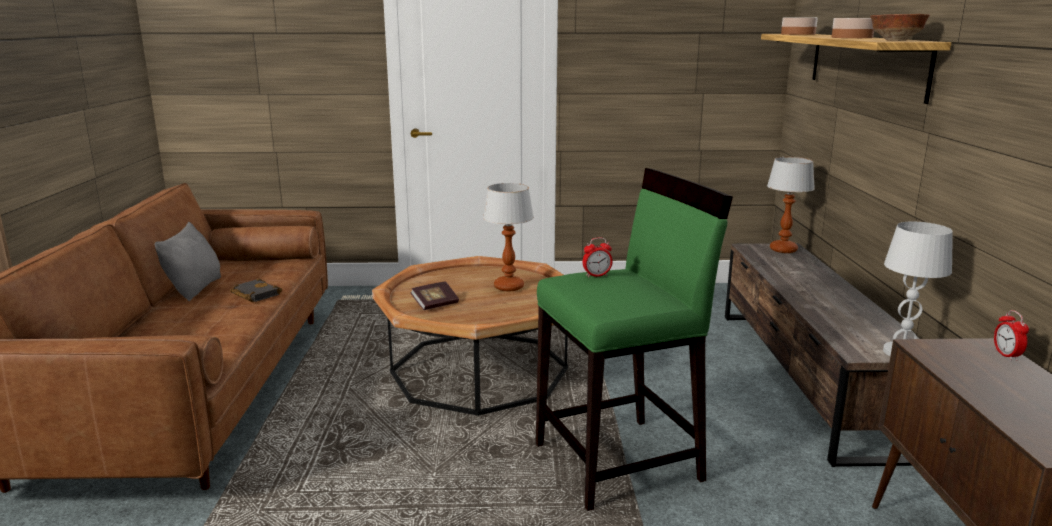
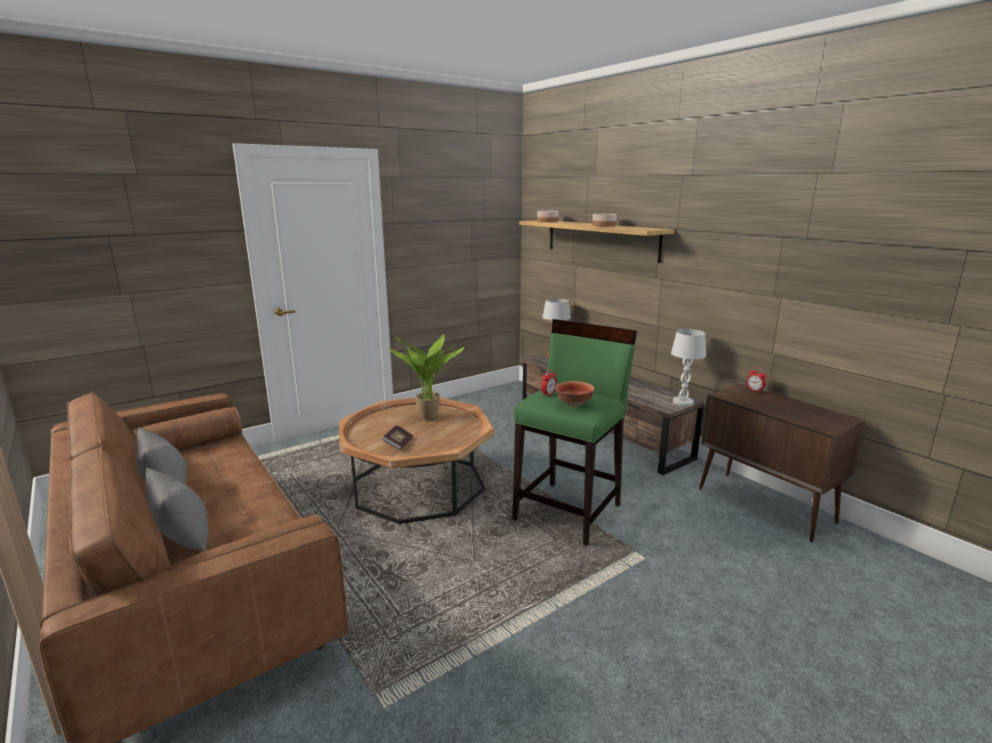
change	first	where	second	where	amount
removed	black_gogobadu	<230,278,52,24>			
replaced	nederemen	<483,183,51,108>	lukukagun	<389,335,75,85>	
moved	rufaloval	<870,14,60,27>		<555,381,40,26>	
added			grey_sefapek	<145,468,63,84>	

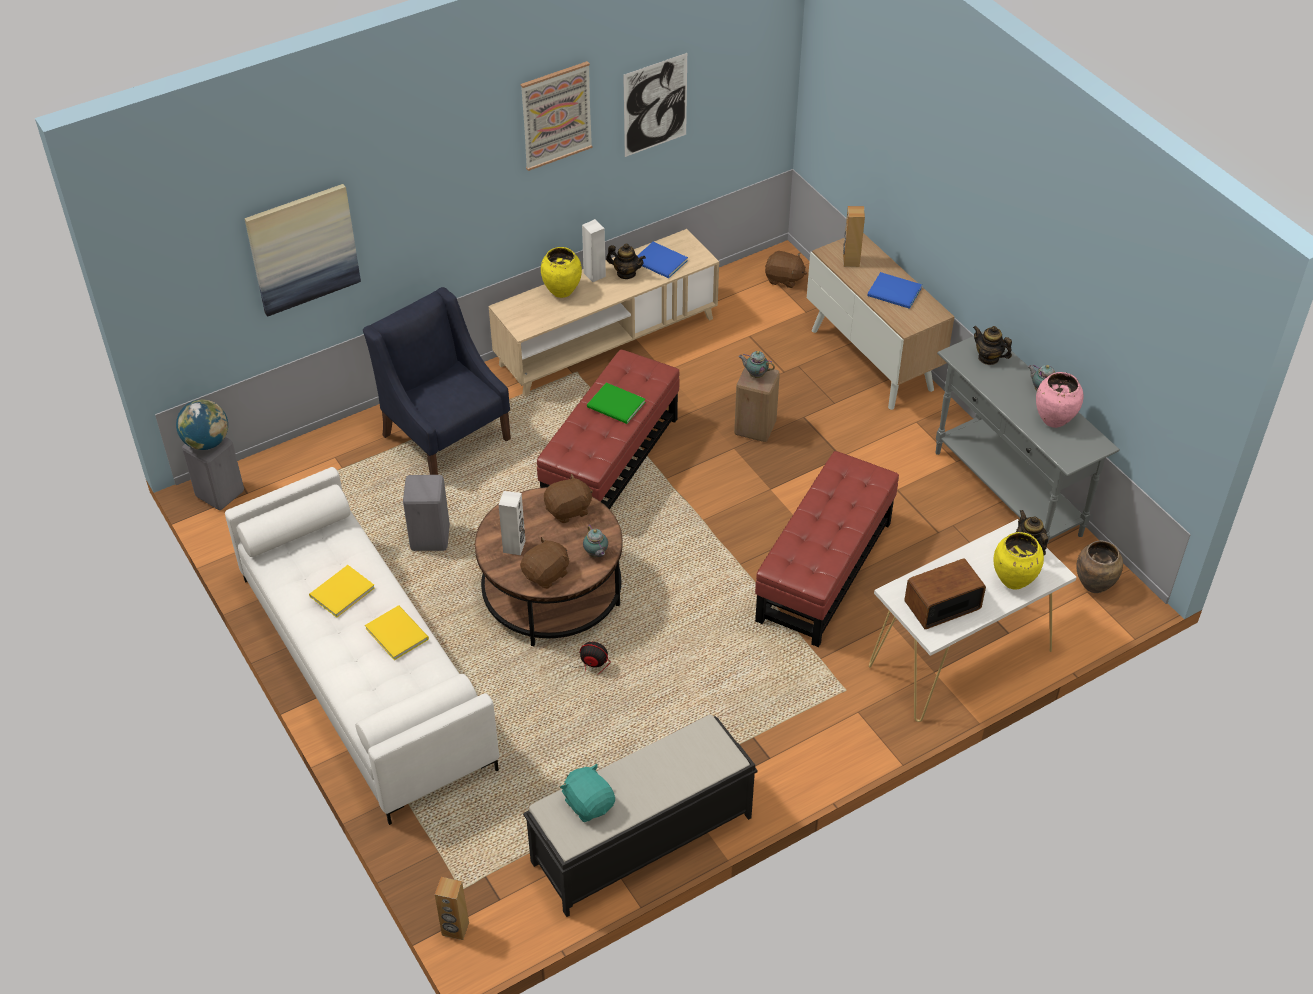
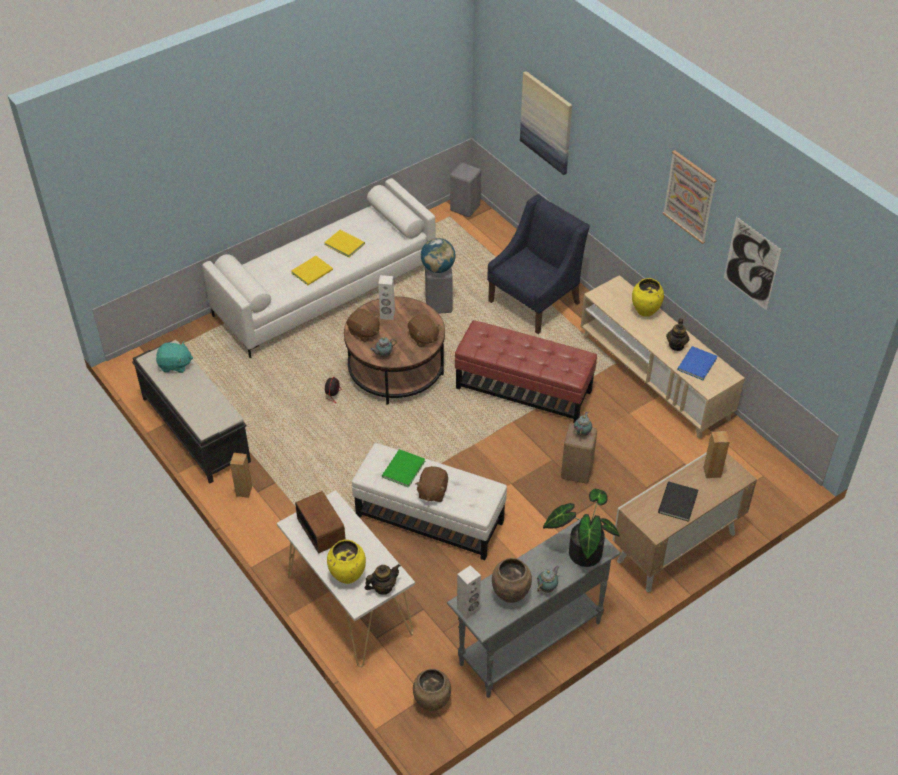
change	first	where	second	where	amount
moved	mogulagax	<176,399,52,51>		<421,238,34,35>	
moved	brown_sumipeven	<435,877,34,63>		<230,453,22,45>	
turned	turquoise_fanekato	<560,764,55,58>		<156,341,37,32>	45 degrees clockwise
moved	white_sumipeven	<582,219,24,63>		<457,565,24,54>	
moved	green_gogobadu	<587,383,58,41>		<382,449,43,39>	
recoloured	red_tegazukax	<755,451,144,196>	white_tegazukax	<352,443,155,117>	
moved	brown_fanekato	<765,251,42,37>		<415,466,33,36>	
recoloured	blue_gogobadu	<867,272,55,37>	black_gogobadu	<658,482,40,40>	
replaced	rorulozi	<973,326,39,39>	lukukagun	<543,489,77,78>	
recoloured	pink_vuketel	<1036,372,47,56>	brown_vuketel	<492,558,40,45>	

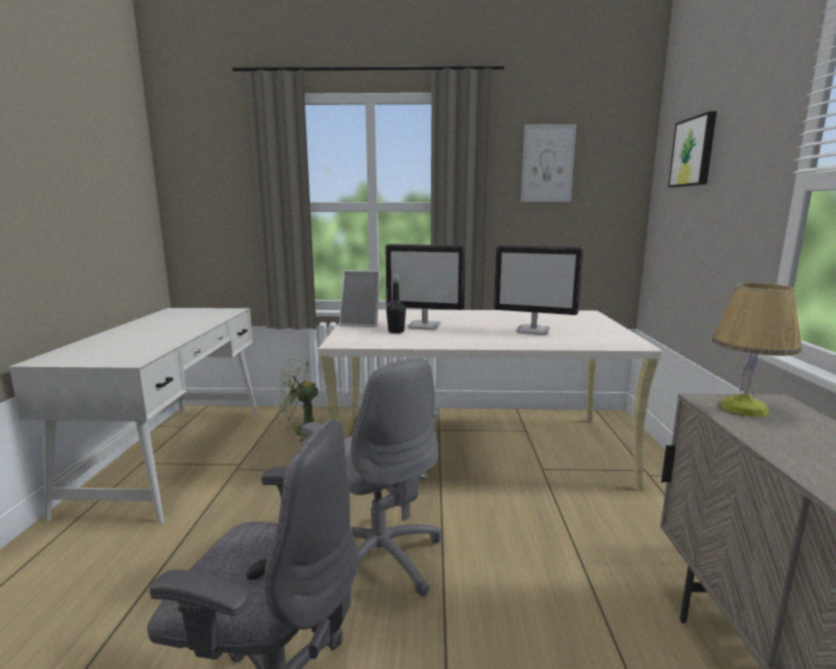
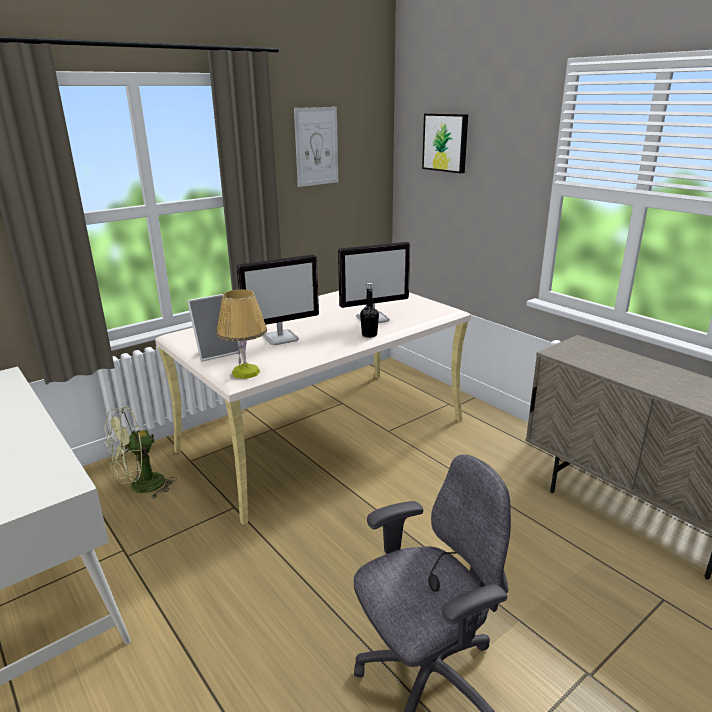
change	first	where	second	where	amount
removed	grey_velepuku	<301,357,140,239>			
moved	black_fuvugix	<386,275,20,58>		<360,283,19,55>	
moved	nederemen	<712,283,90,134>		<217,289,50,90>	

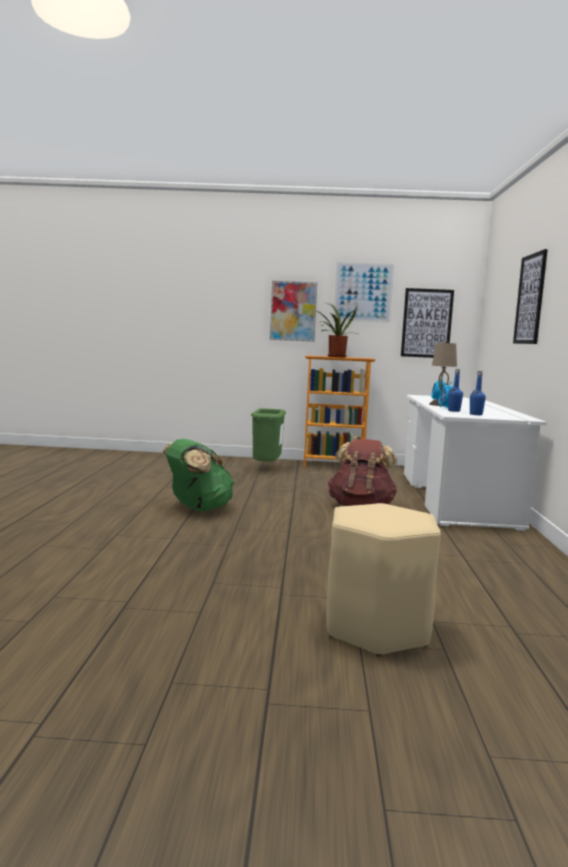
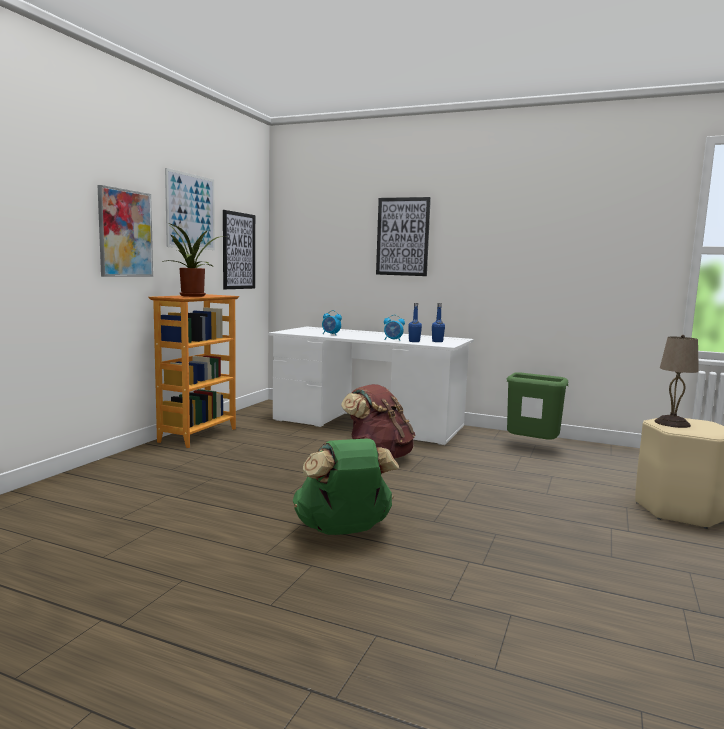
change	first	where	second	where	amount
moved	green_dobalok	<251,408,35,54>		<506,372,63,68>	
moved	beige_nederemen	<429,341,28,65>		<655,335,44,93>	

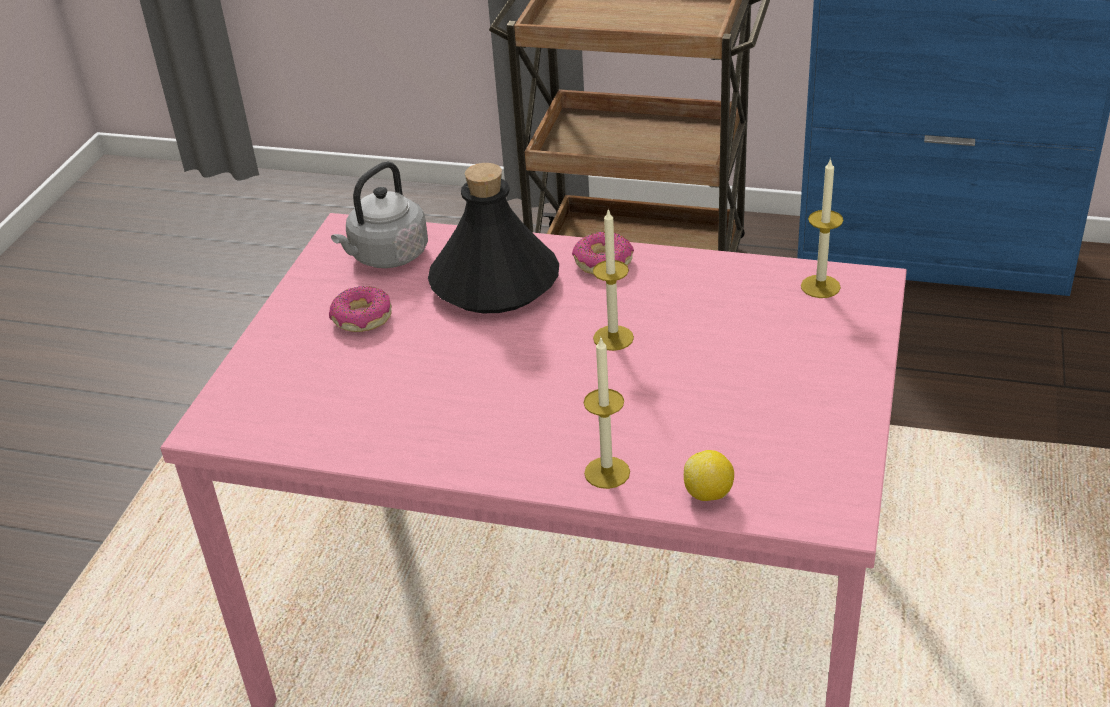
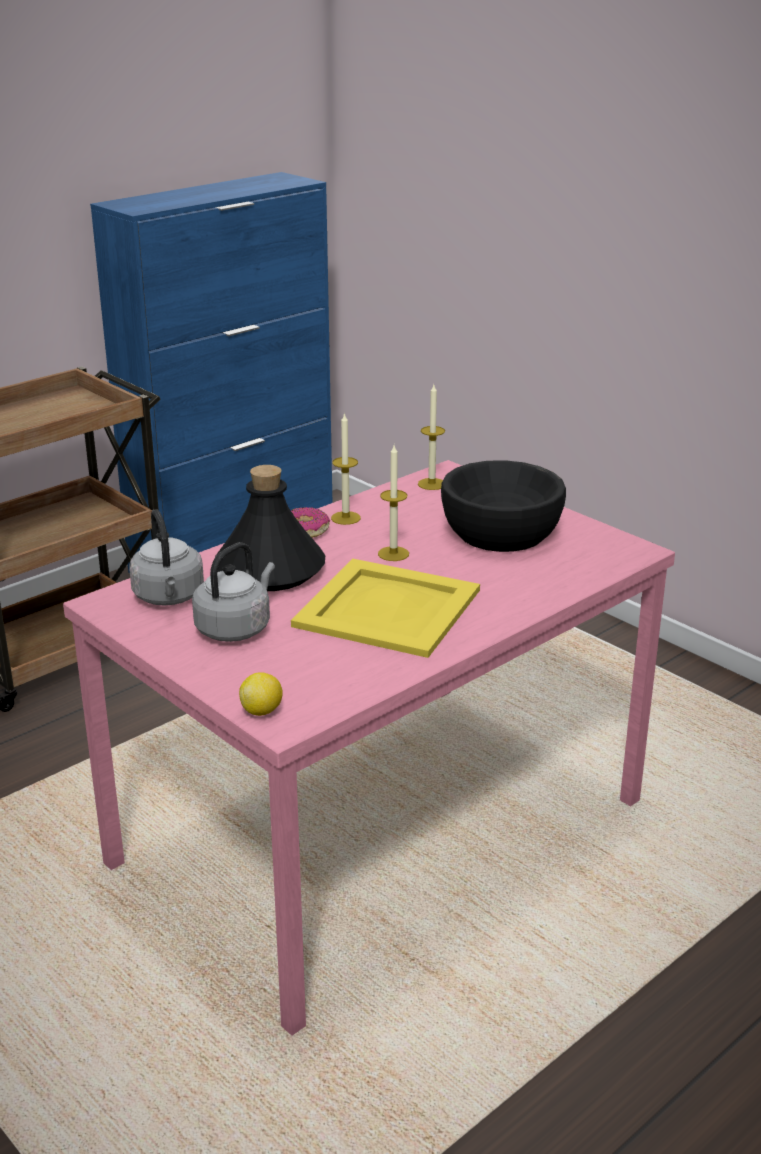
change	first	where	second	where	amount
replaced	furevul	<329,286,63,46>	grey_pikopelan	<192,542,83,100>	
moved	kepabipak	<584,336,46,153>		<331,413,30,112>	
moved	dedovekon	<684,450,50,51>		<239,672,44,44>	
added			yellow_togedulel	<291,558,189,100>	
added			black_rufaloval	<441,460,125,92>	

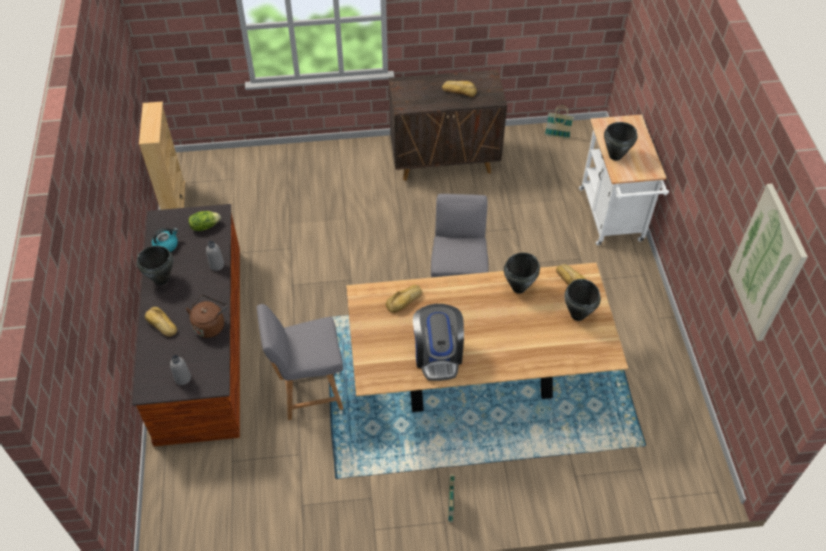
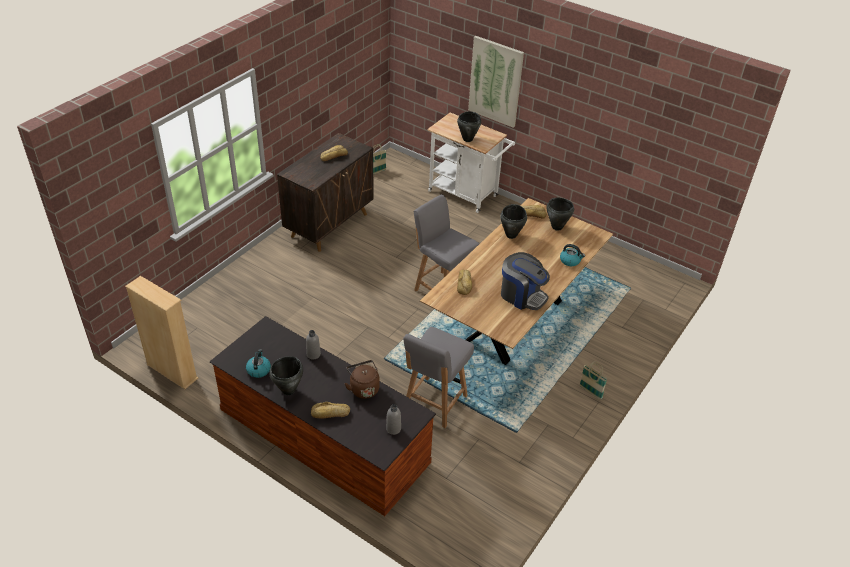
change	first	where	second	where	amount
removed	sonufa	<189,211,32,20>			
moved	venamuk	<728,184,80,157>		<468,36,56,92>	
added			pikopelan	<560,244,25,22>	

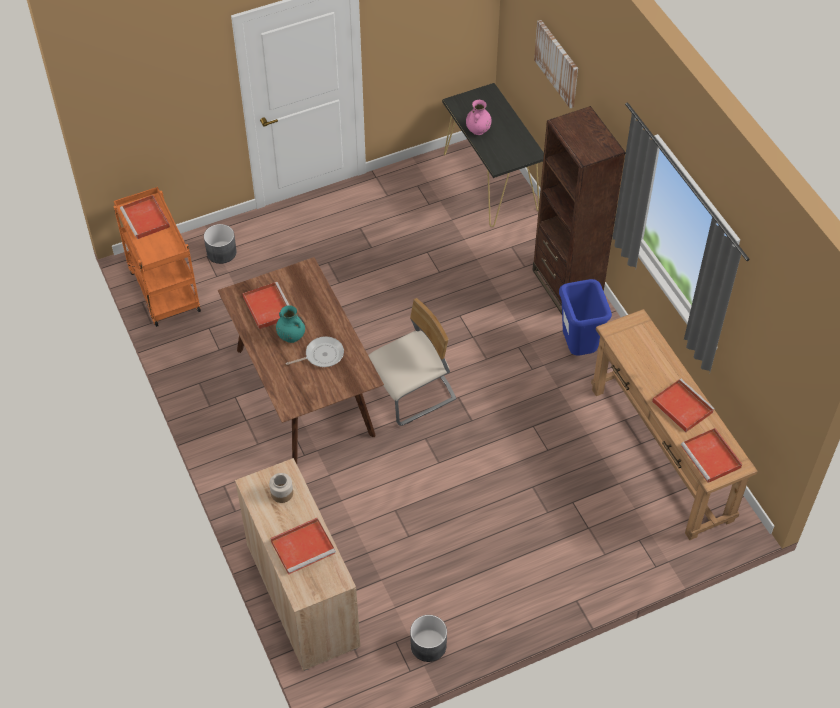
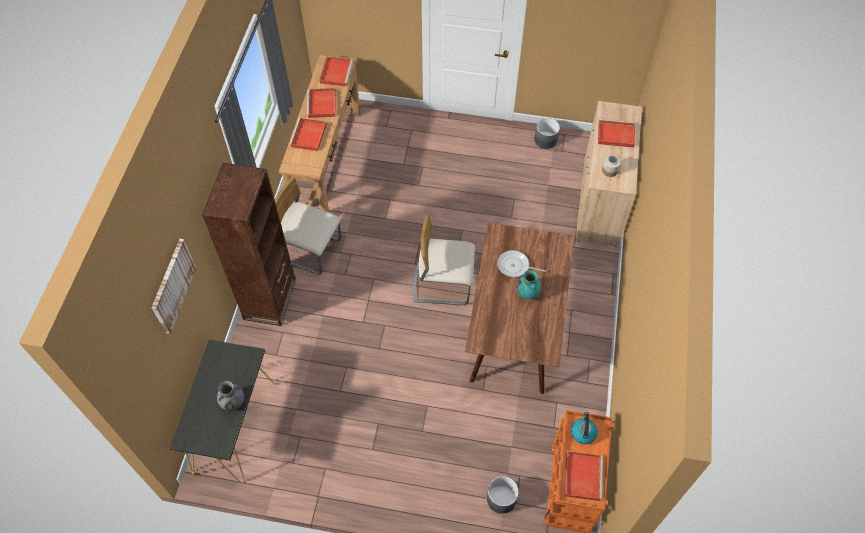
change	first	where	second	where	amount
moved	red_togedulel	<243,282,46,47>		<289,118,38,33>	
recoloured	pink_vuketel	<466,100,26,35>	grey_vuketel	<217,381,27,30>	
replaced	blue_dobalok	<559,279,53,77>	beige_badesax	<275,177,67,98>	
added			pikopelan	<571,412,27,32>	

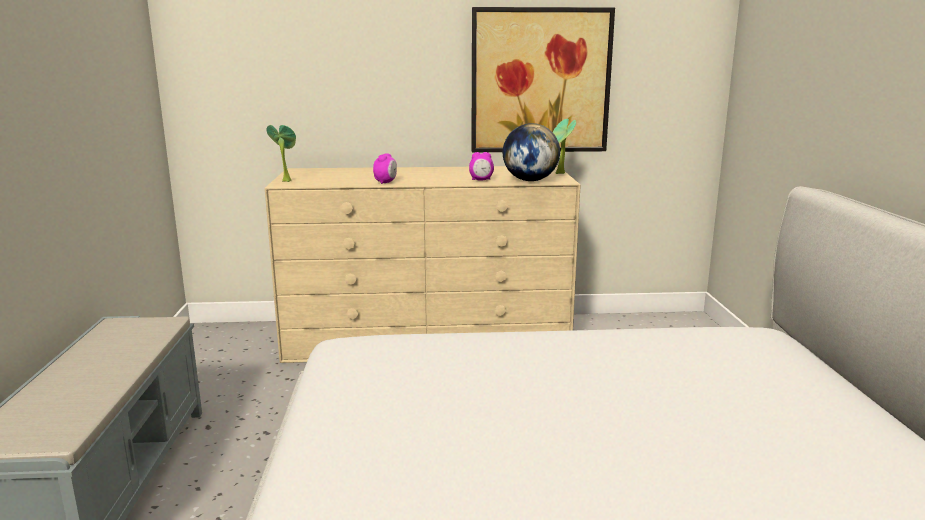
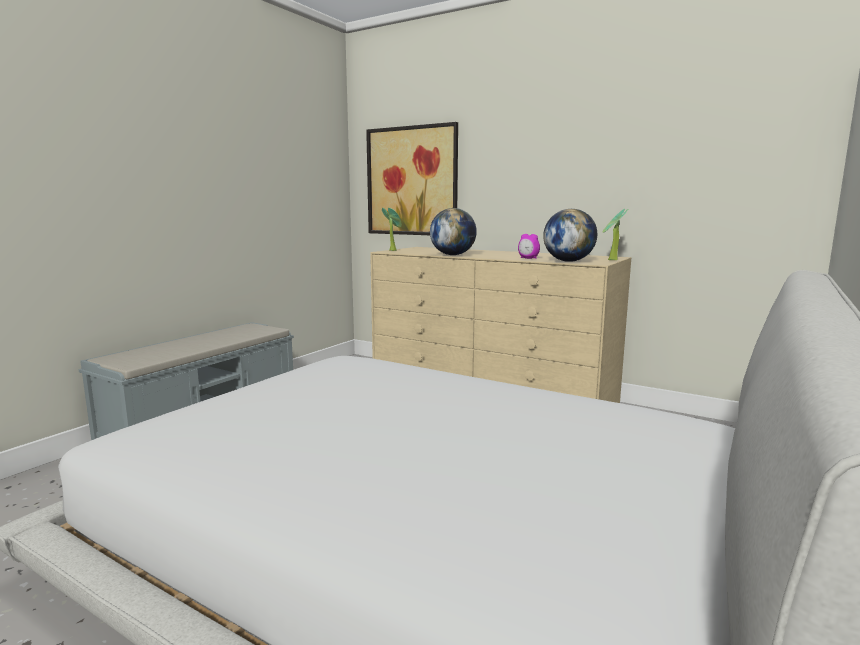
change	first	where	second	where	amount
replaced	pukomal	<373,153,24,31>	mogulagax	<430,208,47,47>	
moved	venamuk	<471,7,144,146>		<366,122,92,113>	

